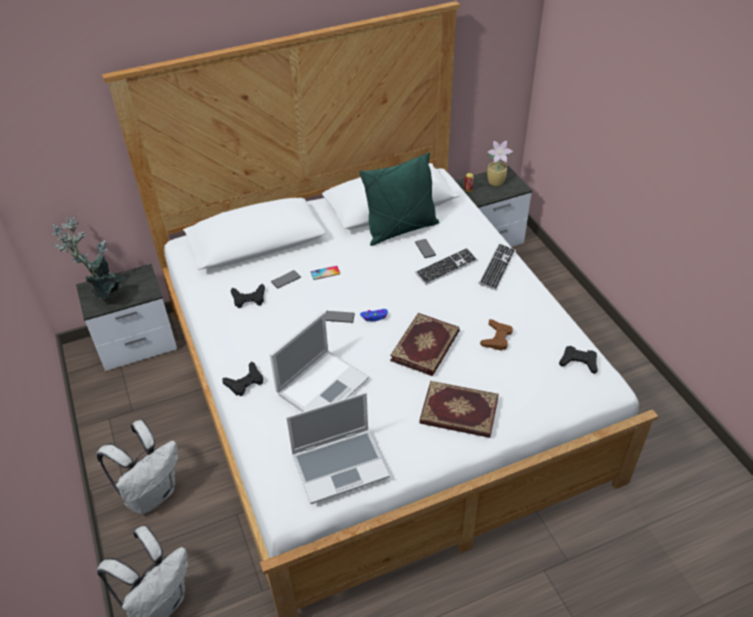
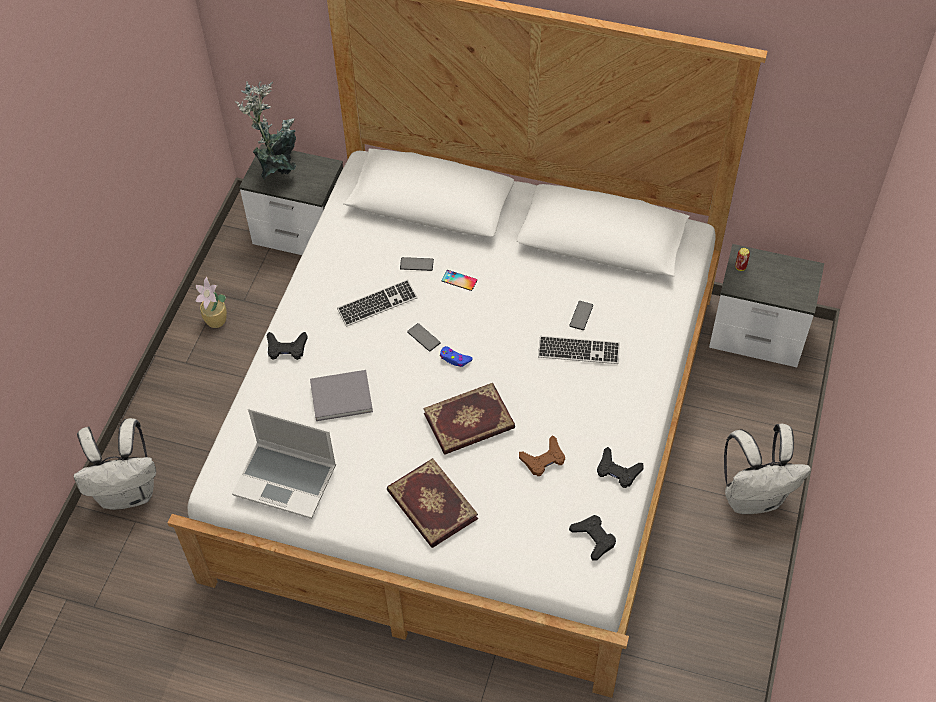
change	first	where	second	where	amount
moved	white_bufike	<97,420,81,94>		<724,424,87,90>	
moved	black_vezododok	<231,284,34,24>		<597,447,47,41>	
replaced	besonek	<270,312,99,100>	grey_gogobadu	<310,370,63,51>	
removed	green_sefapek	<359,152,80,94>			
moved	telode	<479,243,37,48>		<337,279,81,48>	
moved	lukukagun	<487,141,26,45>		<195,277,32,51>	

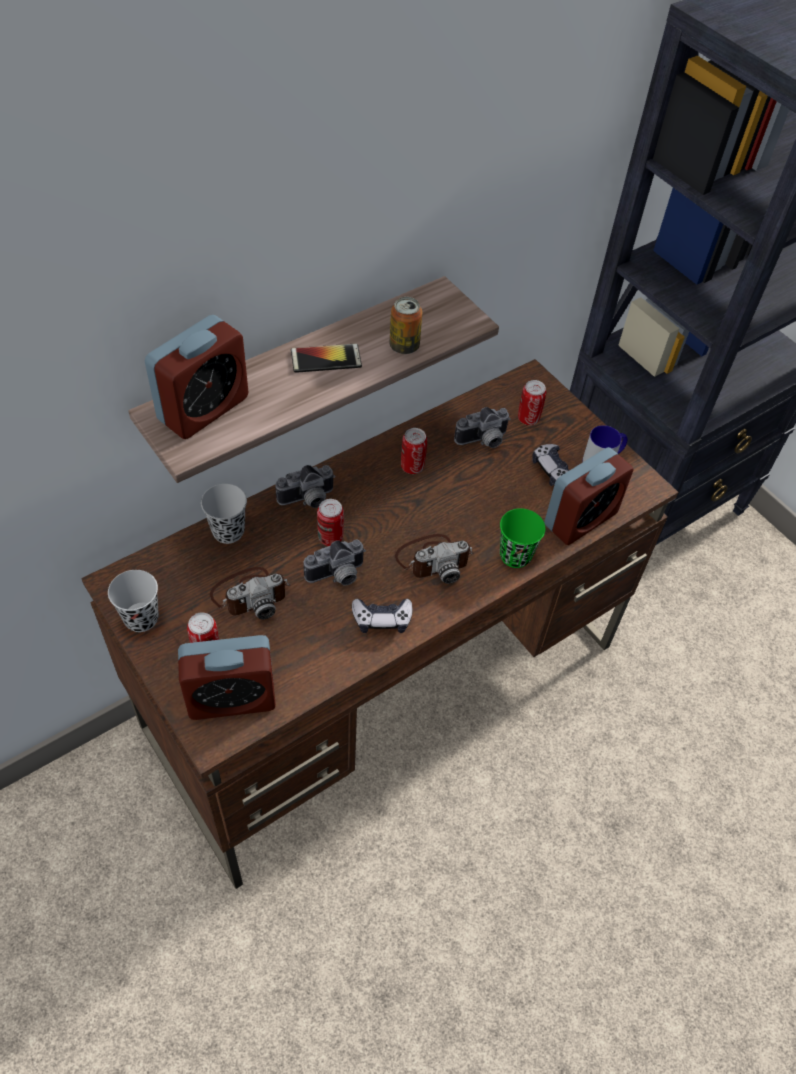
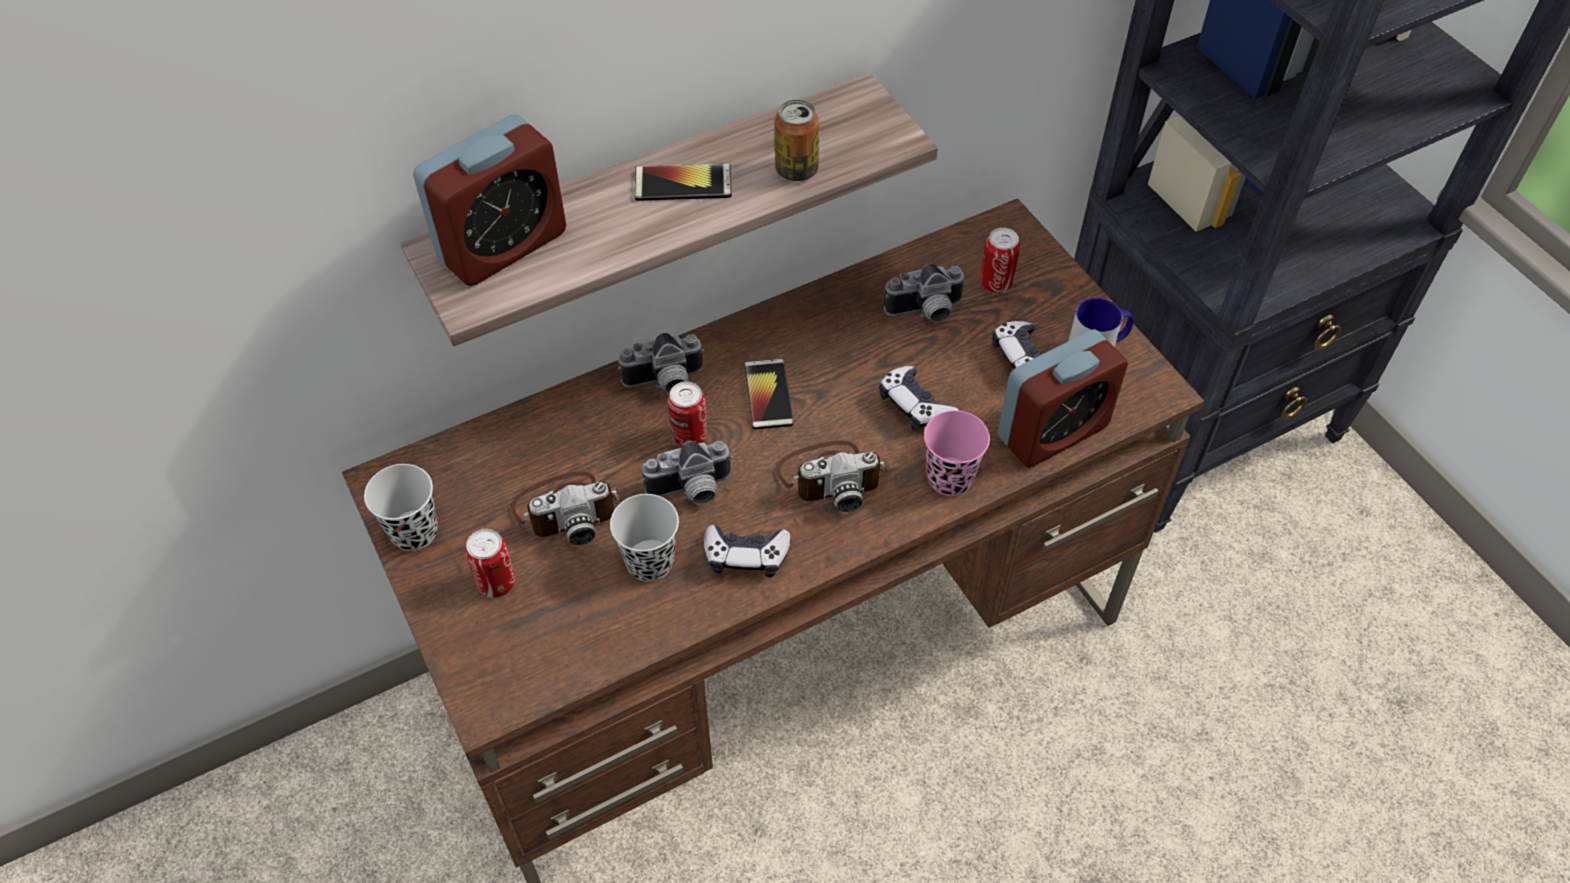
change	first	where	second	where	amount
removed	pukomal	<178,635,98,85>			
moved	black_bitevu	<201,484,46,60>		<610,494,69,88>	
removed	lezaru	<401,428,26,46>			
recoloured	green_bitevu	<500,508,46,60>	pink_bitevu	<924,410,66,86>	
added			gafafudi	<744,358,50,71>	
added			vezododok	<879,366,80,64>	

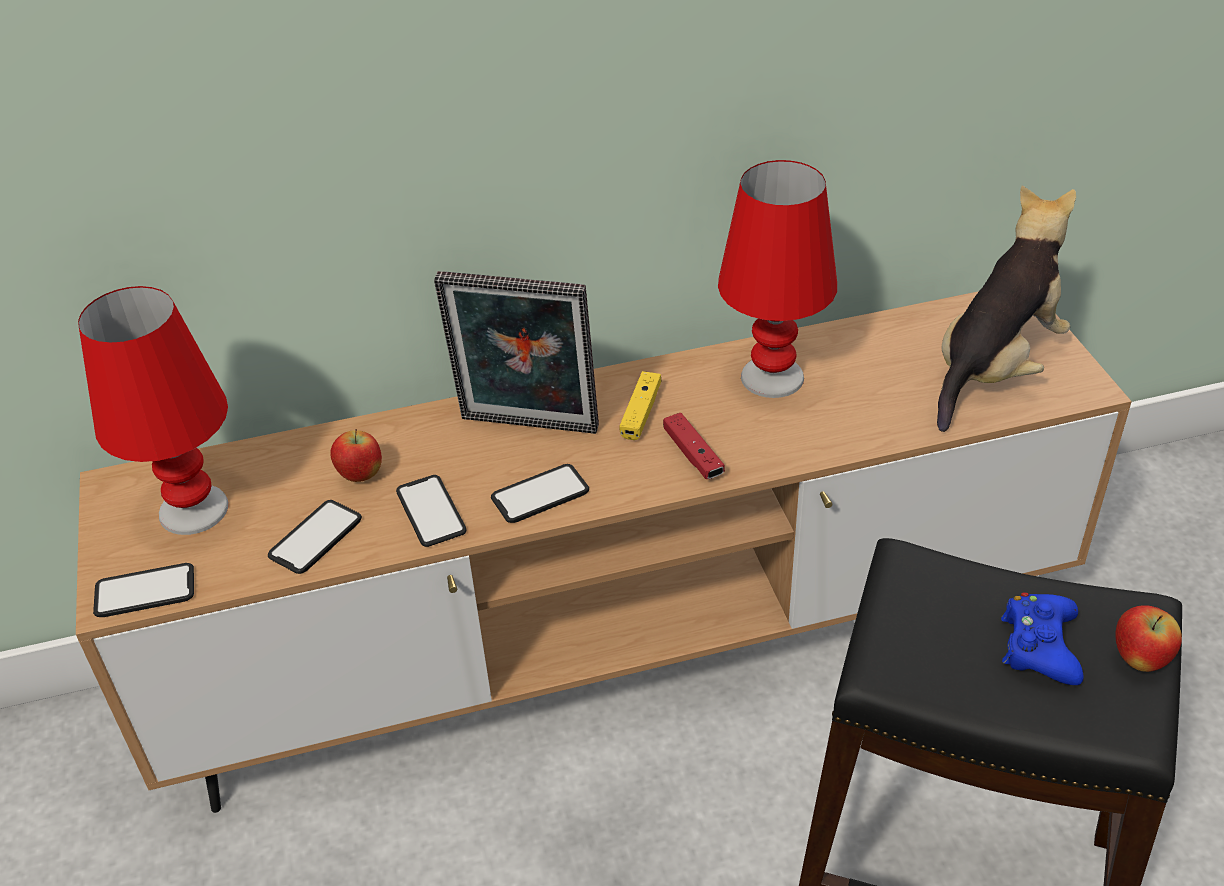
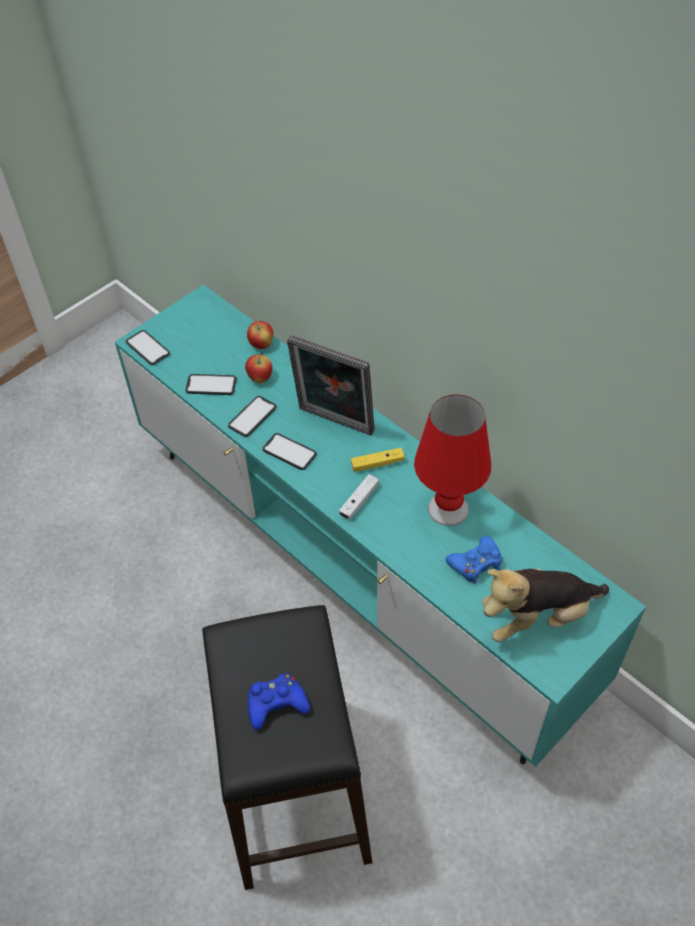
change	first	where	second	where	amount
recoloured	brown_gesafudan	<76,291,1056,522>	turquoise_gesafudan	<115,285,531,482>	
removed	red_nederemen	<78,286,151,249>			
turned	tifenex	<434,271,165,163>		<287,335,88,100>	45 degrees counterclockwise
recoloured	red_vezododok	<663,413,62,66>	white_vezododok	<339,474,40,45>	
turned	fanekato	<937,186,139,246>		<482,568,127,74>	150 degrees clockwise
moved	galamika	<1115,605,67,67>		<247,321,27,28>	
added			blue_vezododok	<445,535,57,49>	

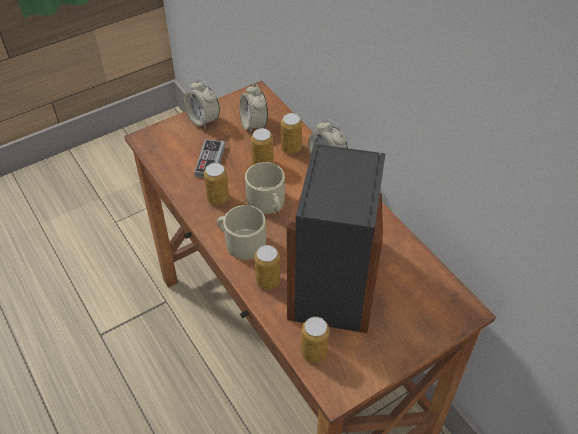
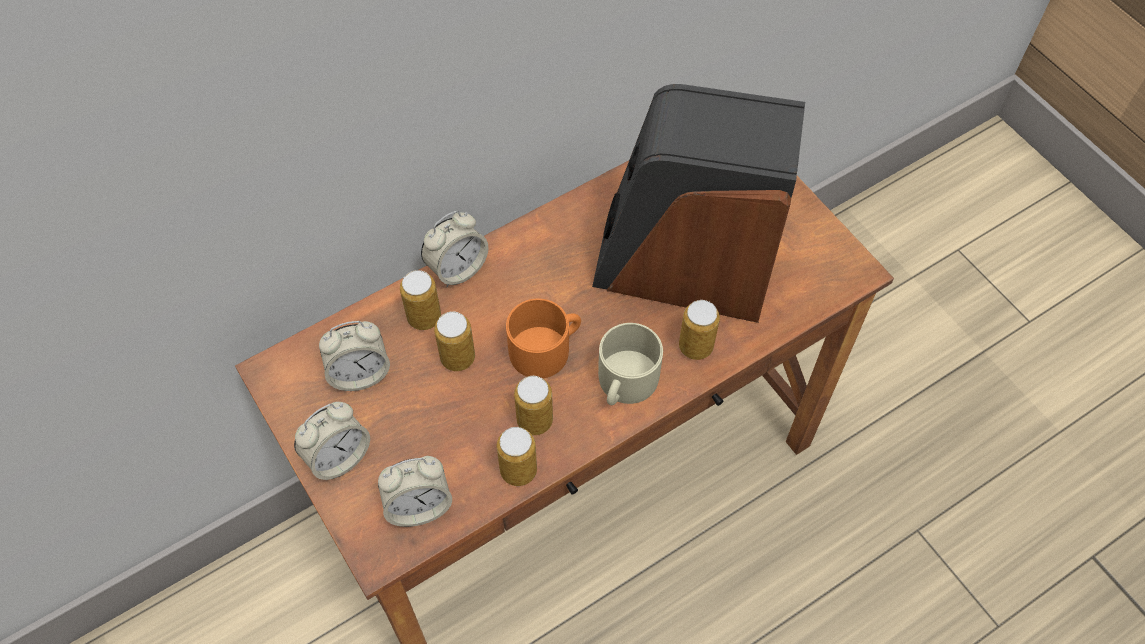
change	first	where	second	where	amount
removed	vezododok	<194,139,31,39>			
recoloured	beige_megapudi	<245,162,40,52>	orange_megapudi	<506,299,75,79>	
moved	lezaru	<301,317,28,46>		<497,427,40,59>	
added			pukomal	<378,456,74,71>	

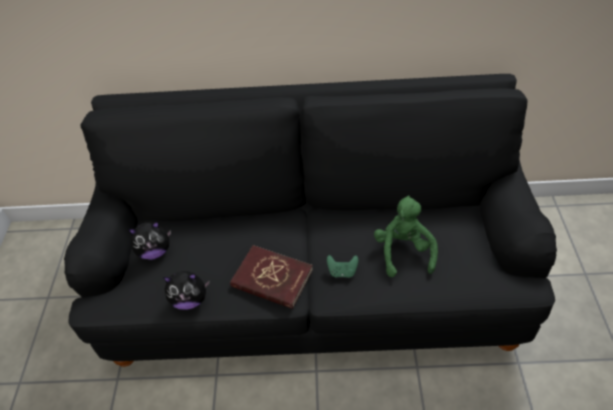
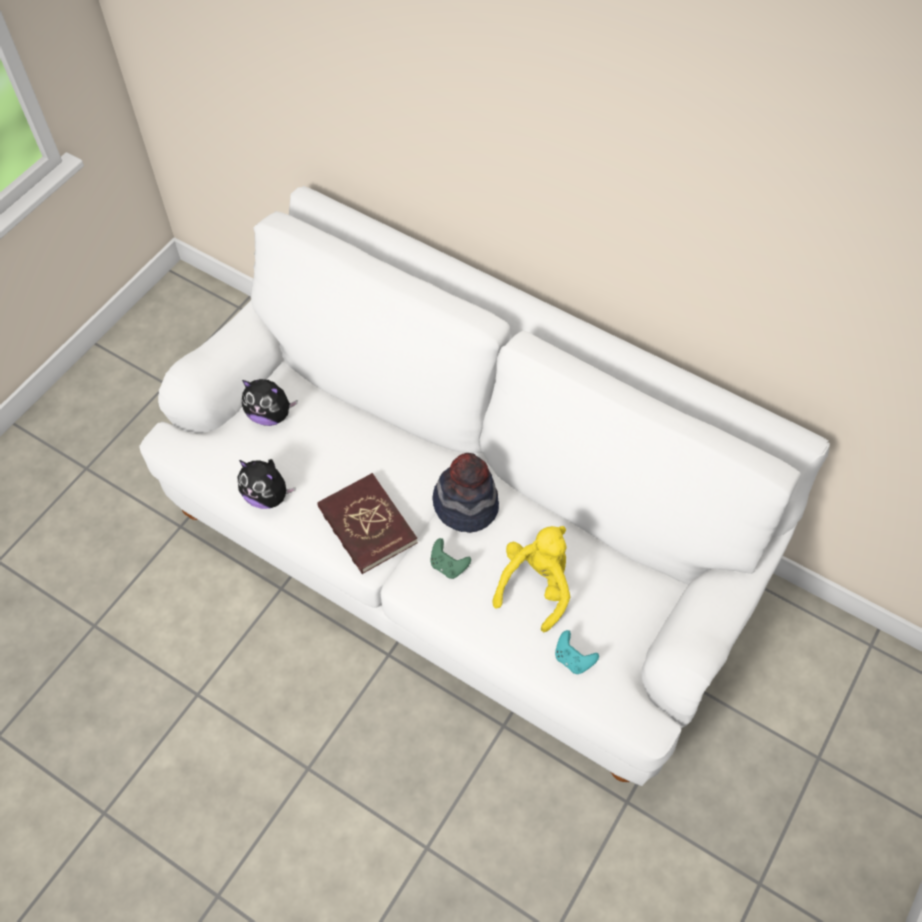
change	first	where	second	where	amount
recoloured	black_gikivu	<64,74,493,293>	white_gikivu	<140,186,690,600>	
recoloured	green_fanekato	<374,195,64,82>	yellow_fanekato	<492,526,78,106>	
added			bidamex	<433,453,66,80>	
added			turquoise_vezododok	<555,630,44,44>	

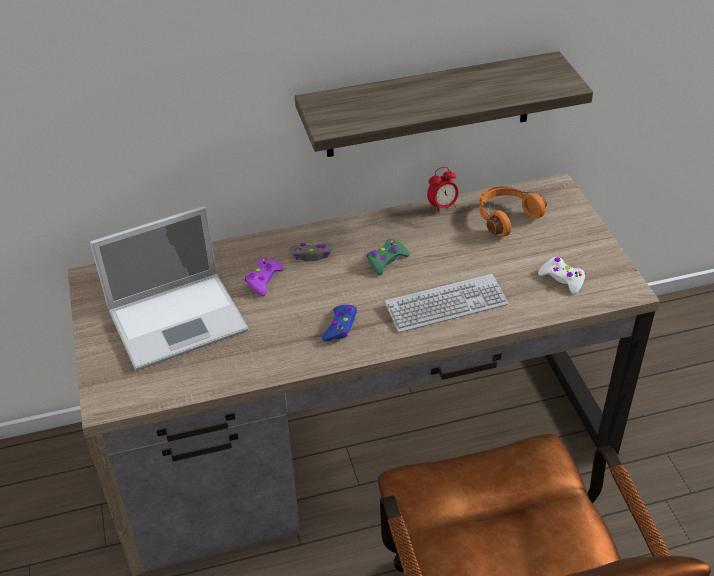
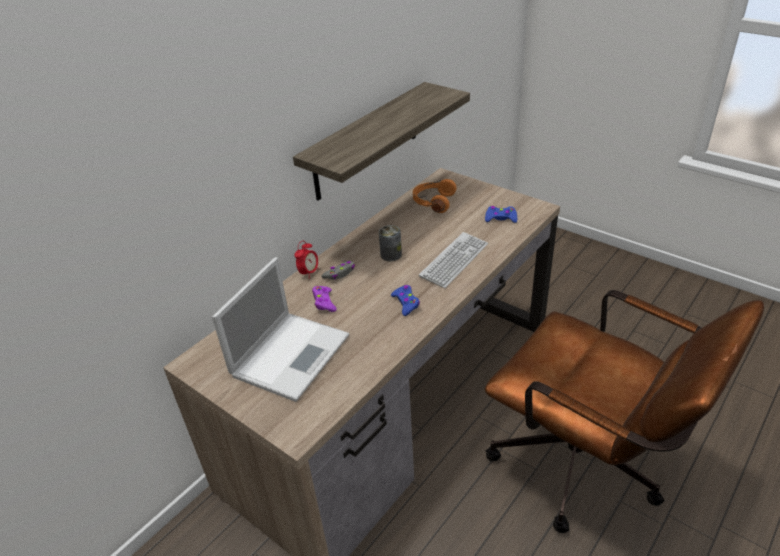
change	first	where	second	where	amount
replaced	green_vezododok	<367,239,43,36>	lezaru	<379,225,23,36>	
moved	pukomal	<427,167,31,46>		<294,241,25,38>	
recoloured	white_vezododok	<538,257,48,37>	blue_vezododok	<485,206,32,17>	

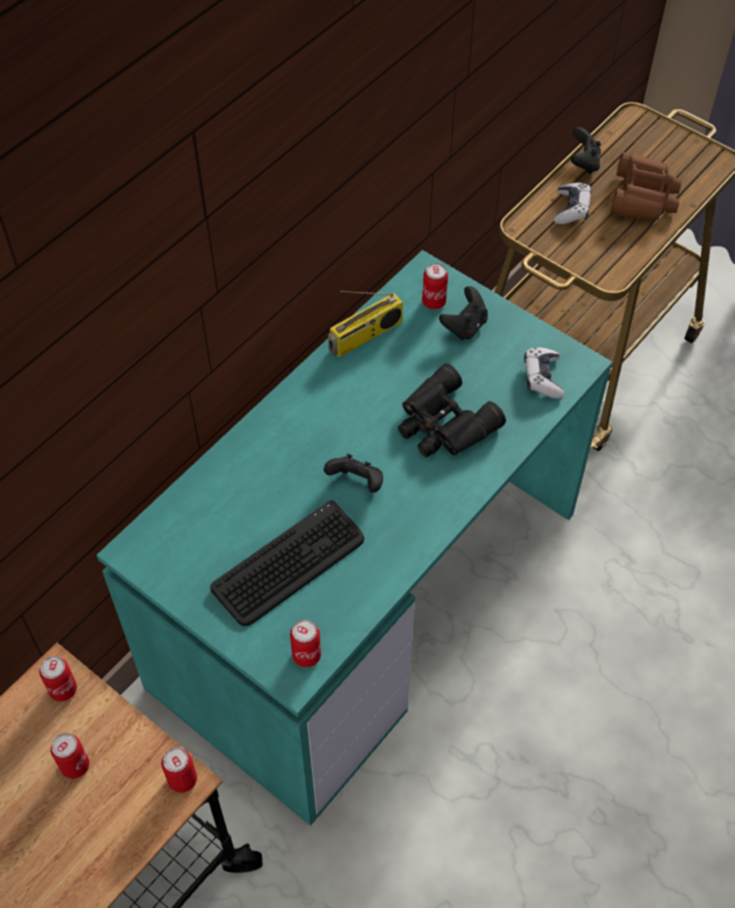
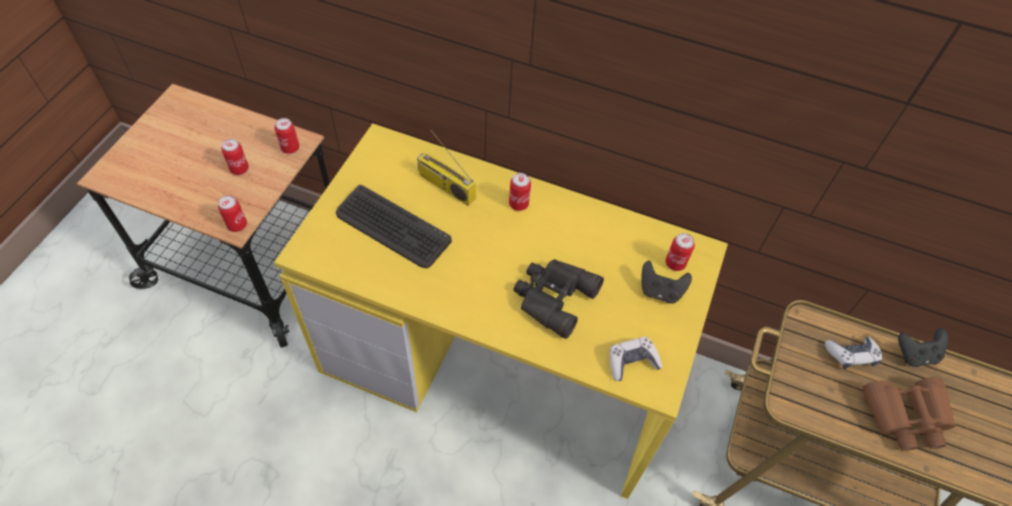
change	first	where	second	where	amount
recoloured	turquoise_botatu	<97,250,515,576>	yellow_botatu	<274,123,454,376>	
moved	lezaru	<290,619,31,48>		<509,173,22,38>	
removed	black_vezododok	<324,454,59,39>			
moved	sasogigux	<328,291,75,66>		<417,130,59,76>	

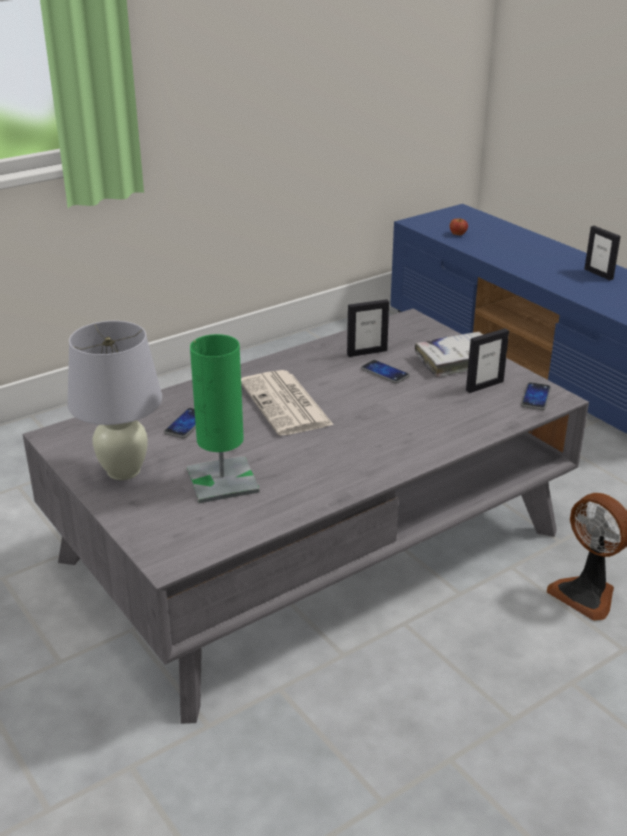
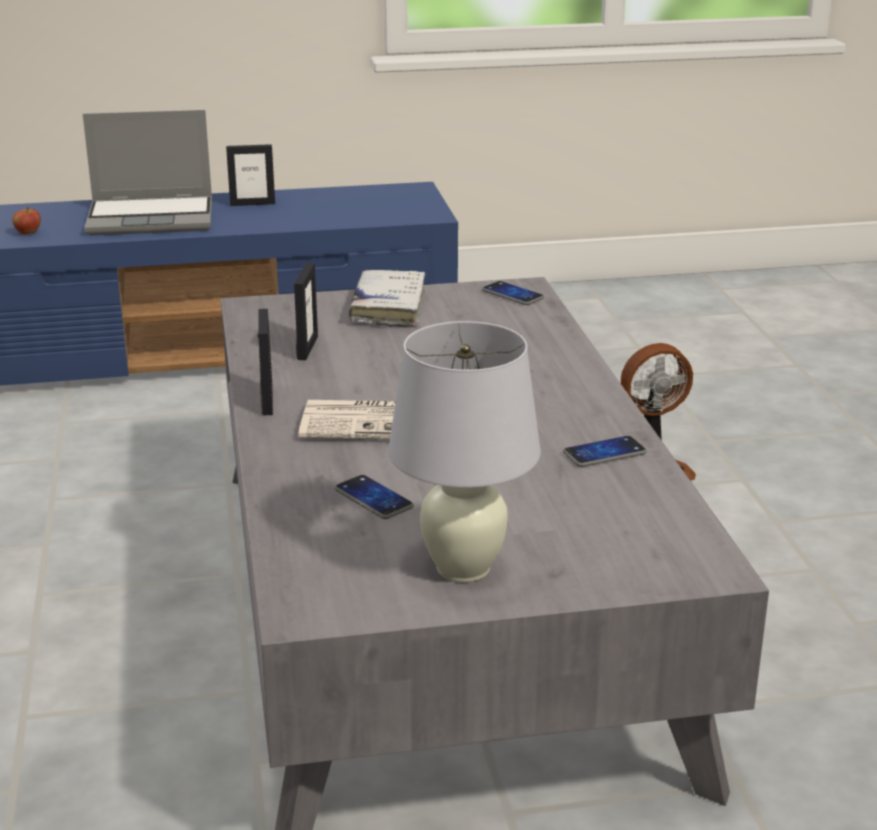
change	first	where	second	where	amount
removed	green_nederemen	<187,334,73,169>			
moved	gafafudi	<361,360,49,24>		<563,436,84,31>	
moved	tifenex	<466,328,43,65>		<258,309,15,106>	
added			besonek	<83,110,129,126>	

